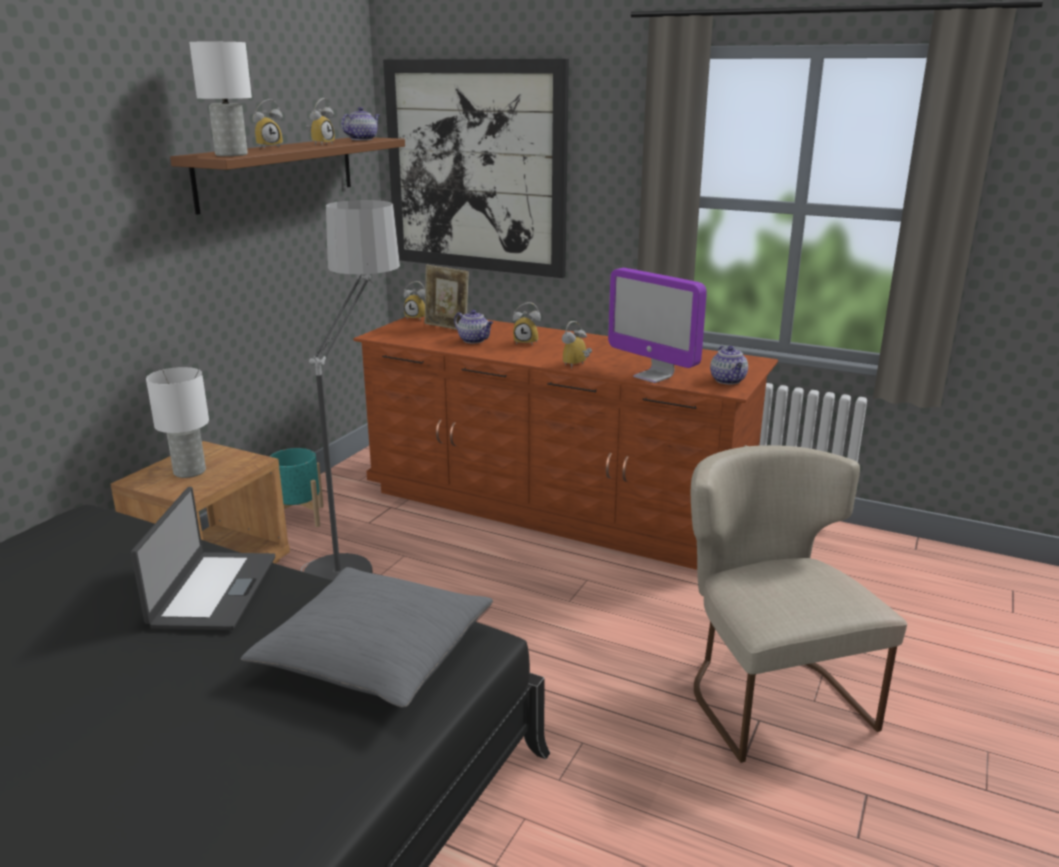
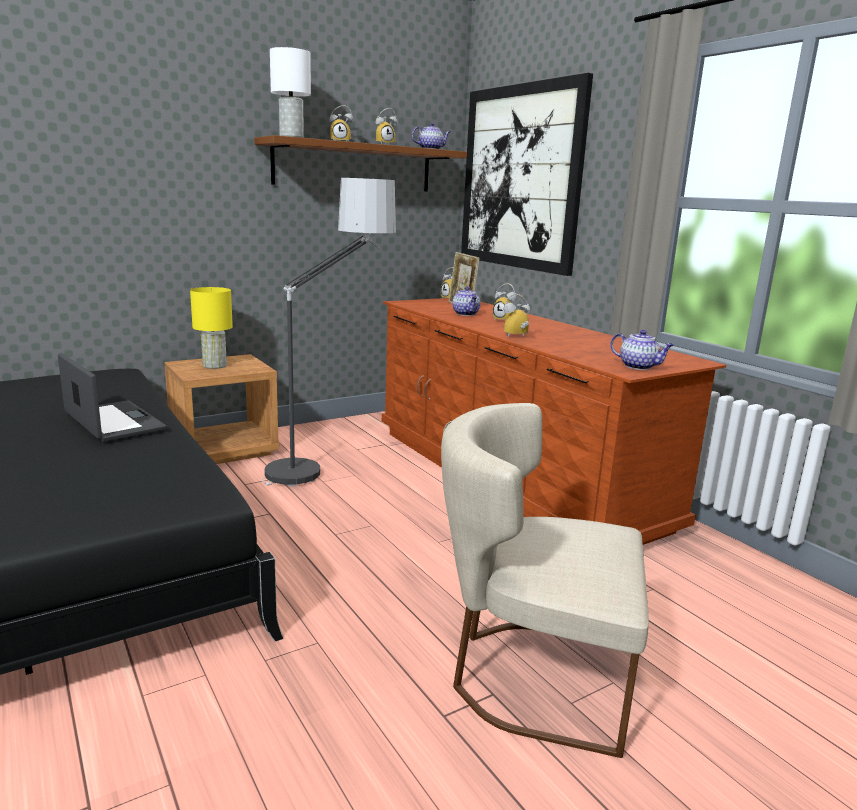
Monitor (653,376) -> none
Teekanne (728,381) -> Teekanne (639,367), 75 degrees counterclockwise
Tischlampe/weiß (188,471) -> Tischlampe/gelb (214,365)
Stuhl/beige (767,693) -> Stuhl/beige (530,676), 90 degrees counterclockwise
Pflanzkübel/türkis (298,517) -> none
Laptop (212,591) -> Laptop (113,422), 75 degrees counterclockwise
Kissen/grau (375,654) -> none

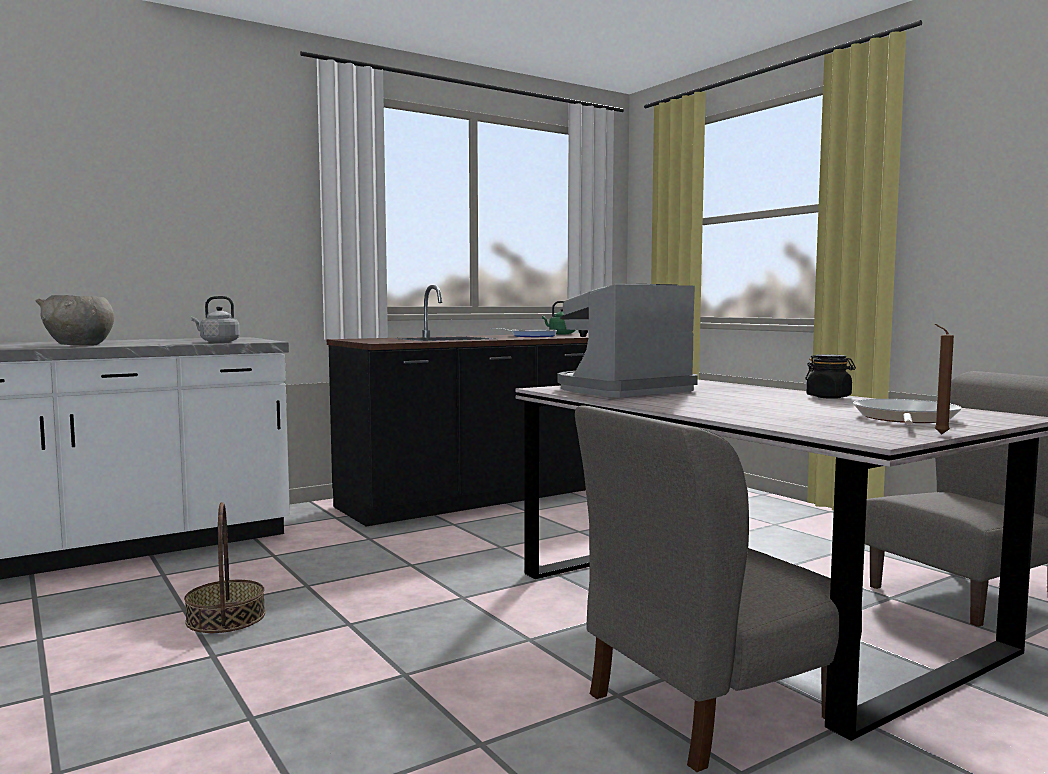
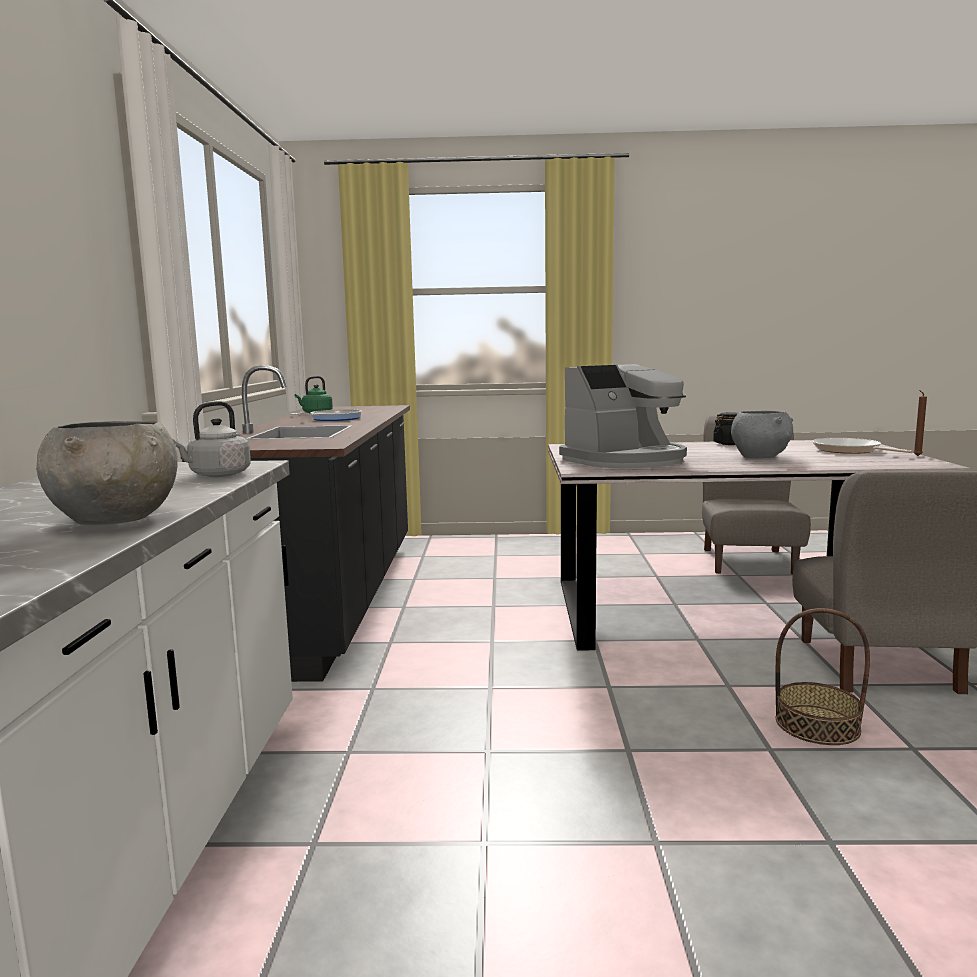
Kaffeemaschine (622,390) -> Kaffeemaschine (625,460), 120 degrees counterclockwise
Korb (225,618) -> Korb (817,725), moved
none -> Schüssel/grau (760,457)

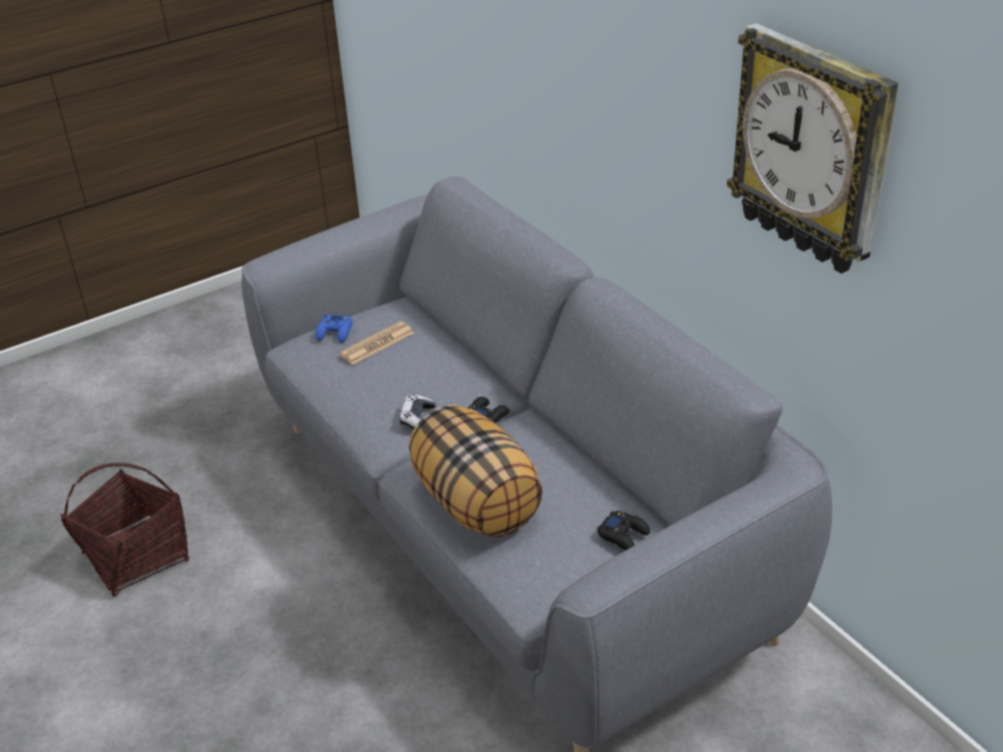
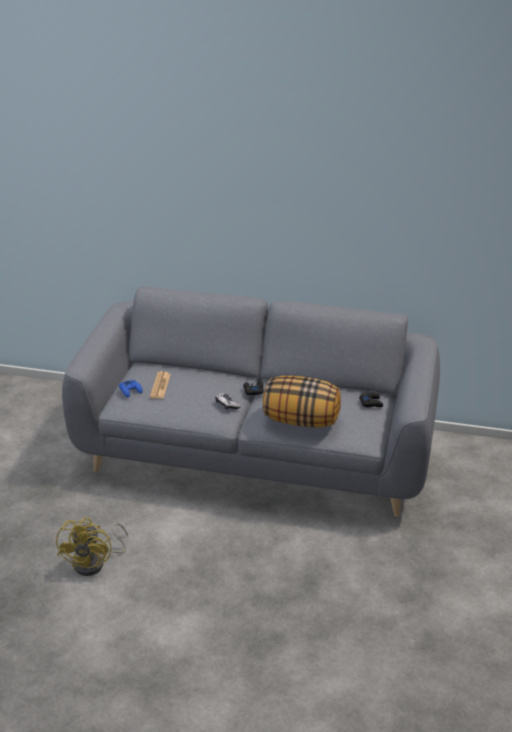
Wanduhr (812,150) -> none
Korb (136,557) -> Ventilator/gelb (95,563)

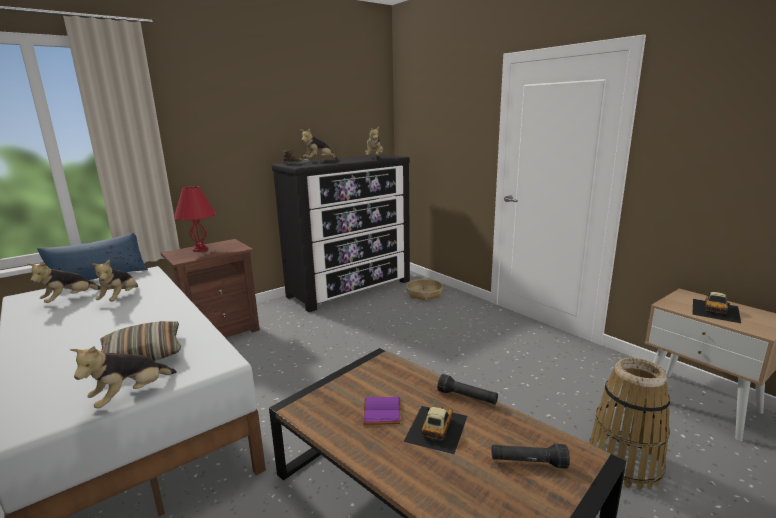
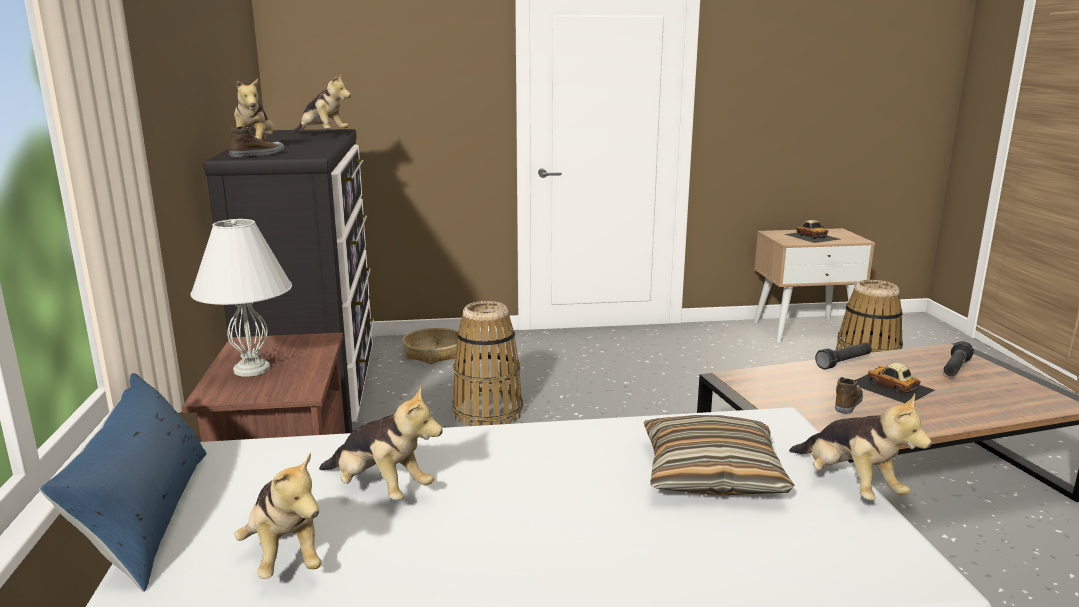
Tischlampe/rot (200,249) -> Tischlampe/weiß (251,369)
Buch/lila (380,411) -> Schuh (848,402)
none -> Korb (488,412)

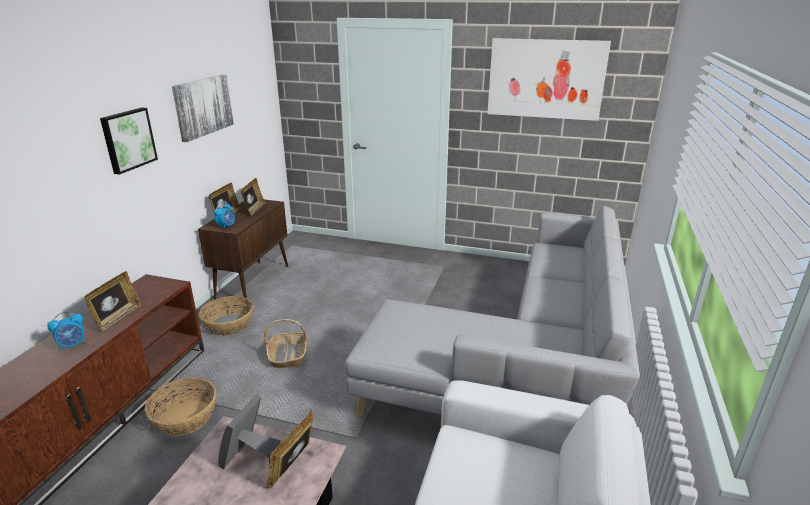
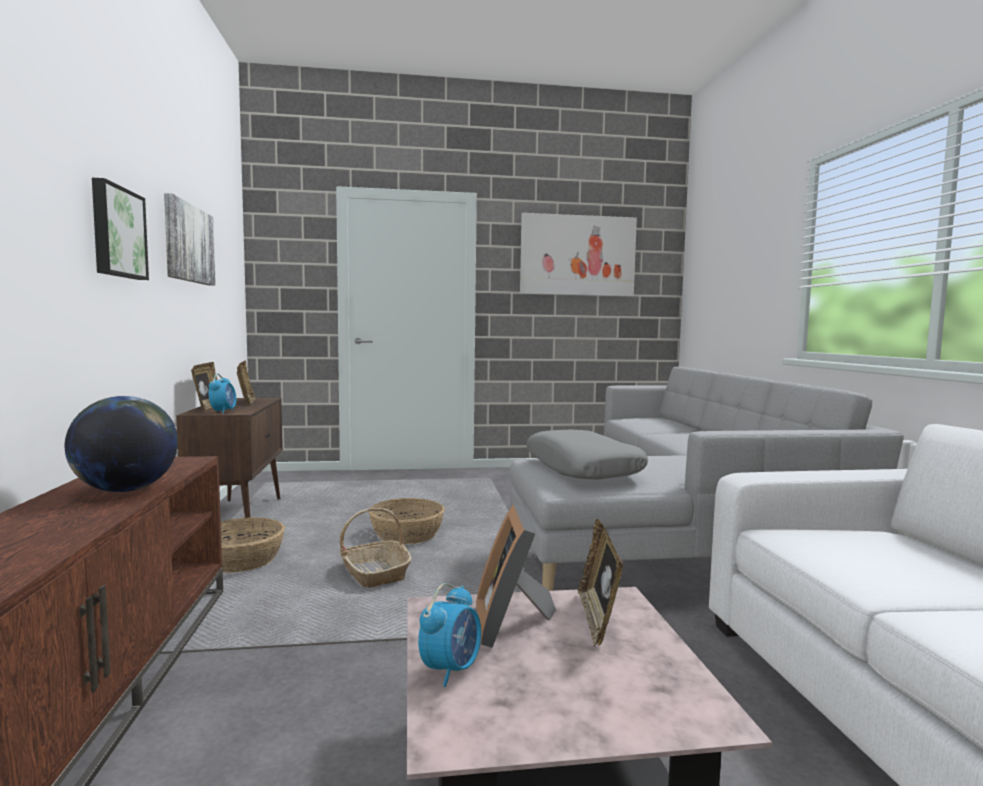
Bilderrahmen (117,318) -> Globus (125,490)
Wecker (73,345) -> Wecker (451,669), moved
Korb (186,417) -> Korb (407,535), moved
none -> Kissen/grau (583,469)

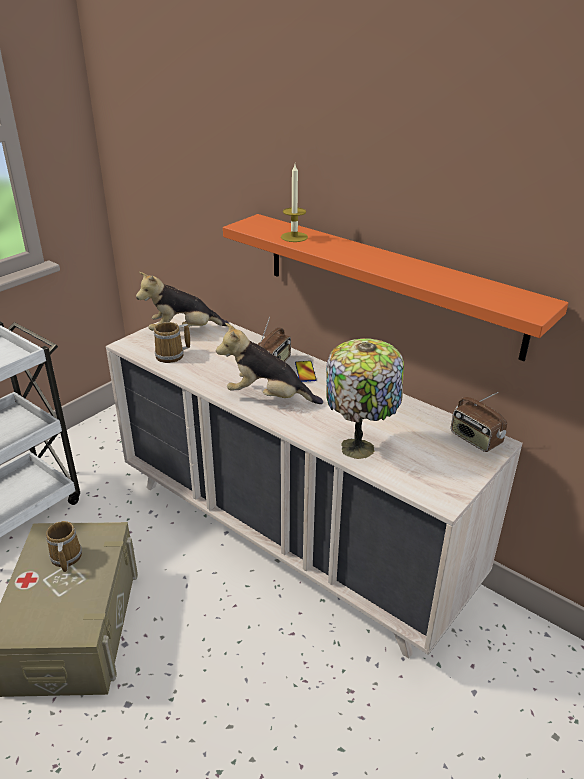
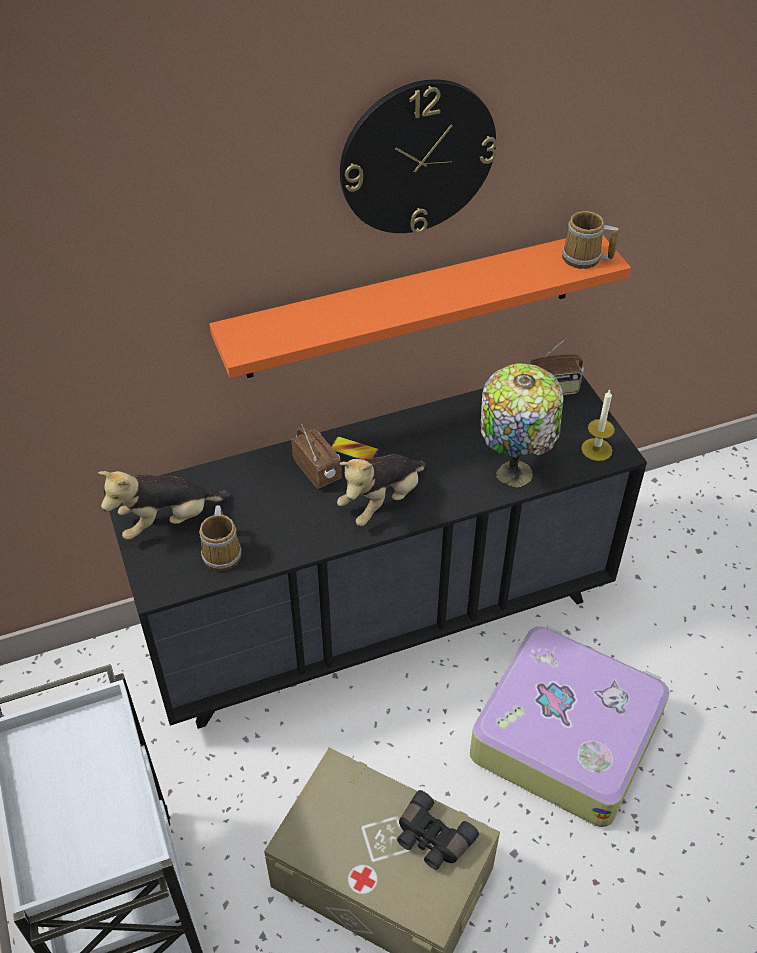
Kerze (294,237) -> Kerze (596,449), moved
Plüschtier (183,331) -> Plüschtier (168,521), 45 degrees clockwise
Kommode/beige (291,535) -> Kommode/schwarz (379,617)
Henkelbecher (65,558) -> Henkelbecher (584,258), moved
none -> Wanduhr (417,158)
none -> Koffer (565,734)
none -> Fernglas/schwarz (431,839)

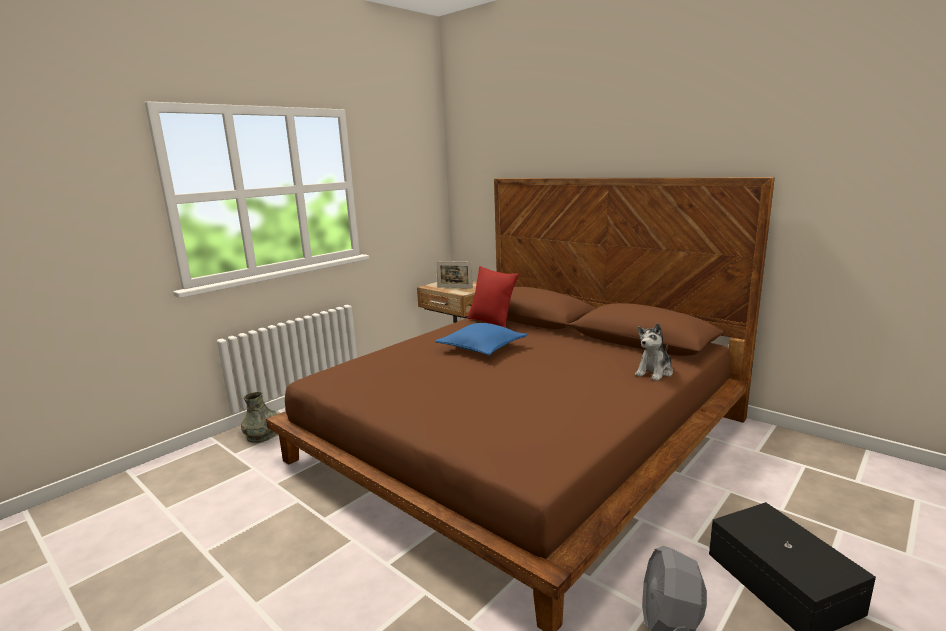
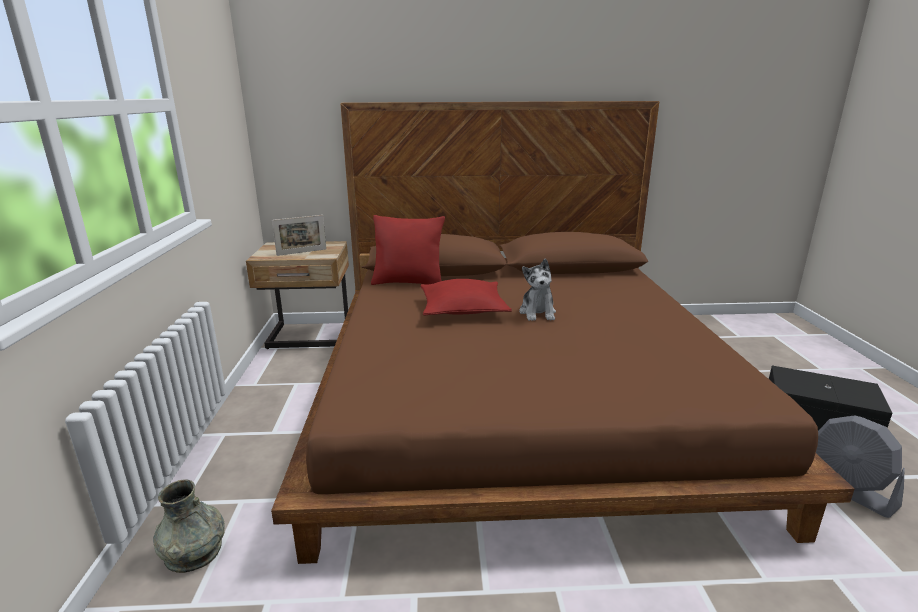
Kissen/blau (482,348) -> Kissen/rot (463,309)
Plüschtier (654,372) -> Plüschtier (538,313), moved

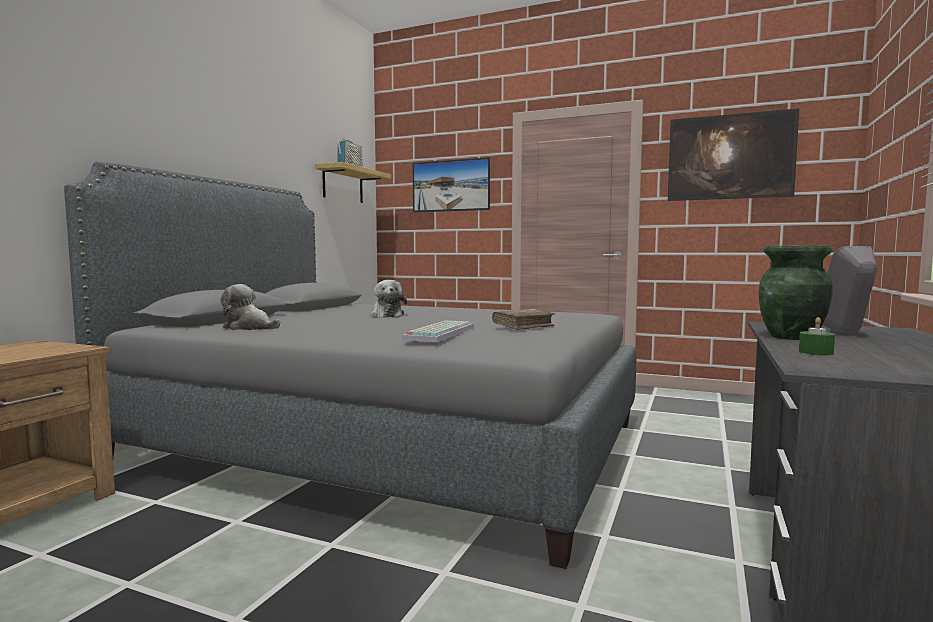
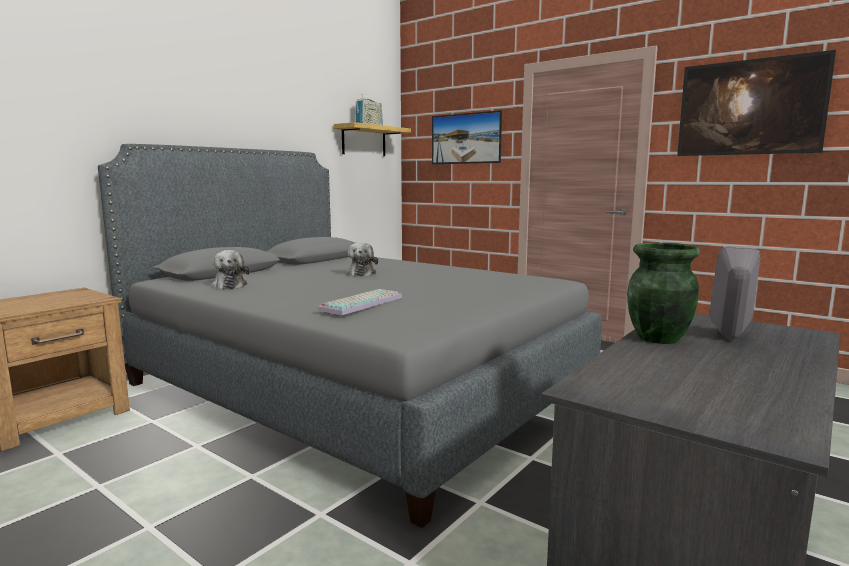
Plüschtier (250,328) -> Plüschtier (229,285), 150 degrees counterclockwise
Buch/braun (523,326) -> none
Kerze/grün (815,352) -> none

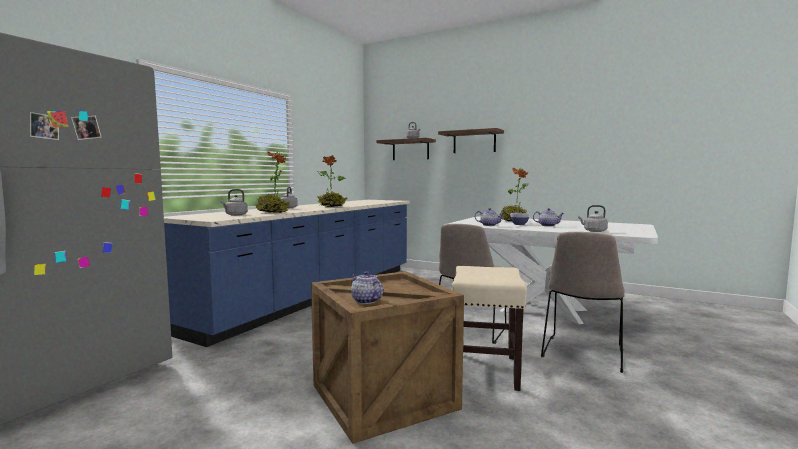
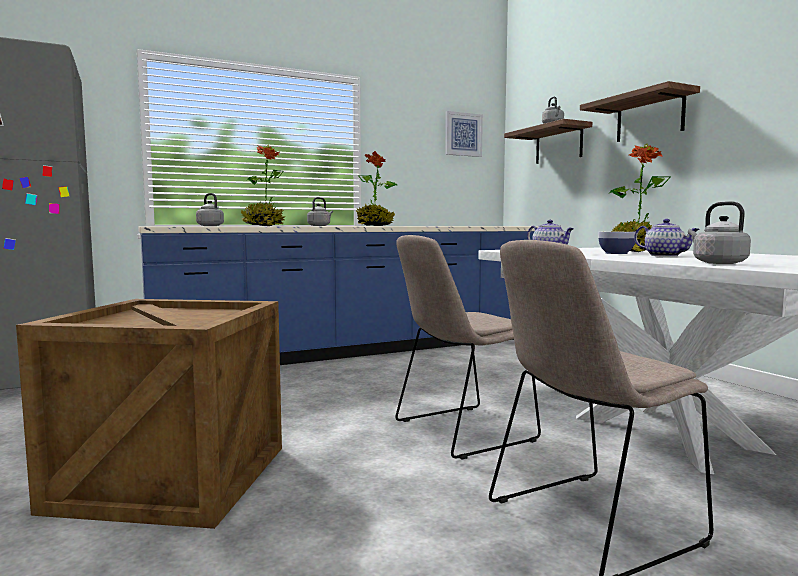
Hocker/beige (486,371) -> none
Teekanne (365,301) -> none
none -> Bild (463,134)

